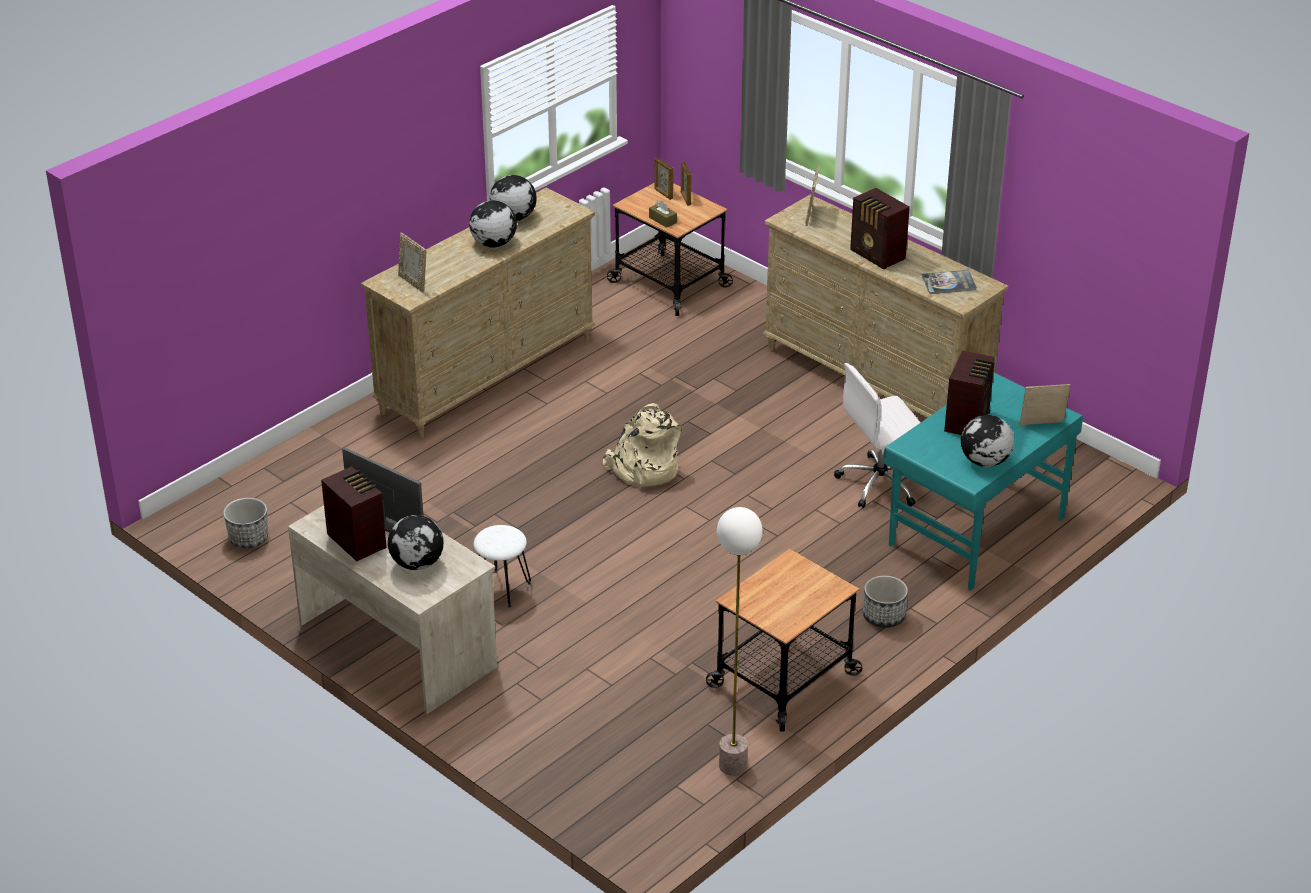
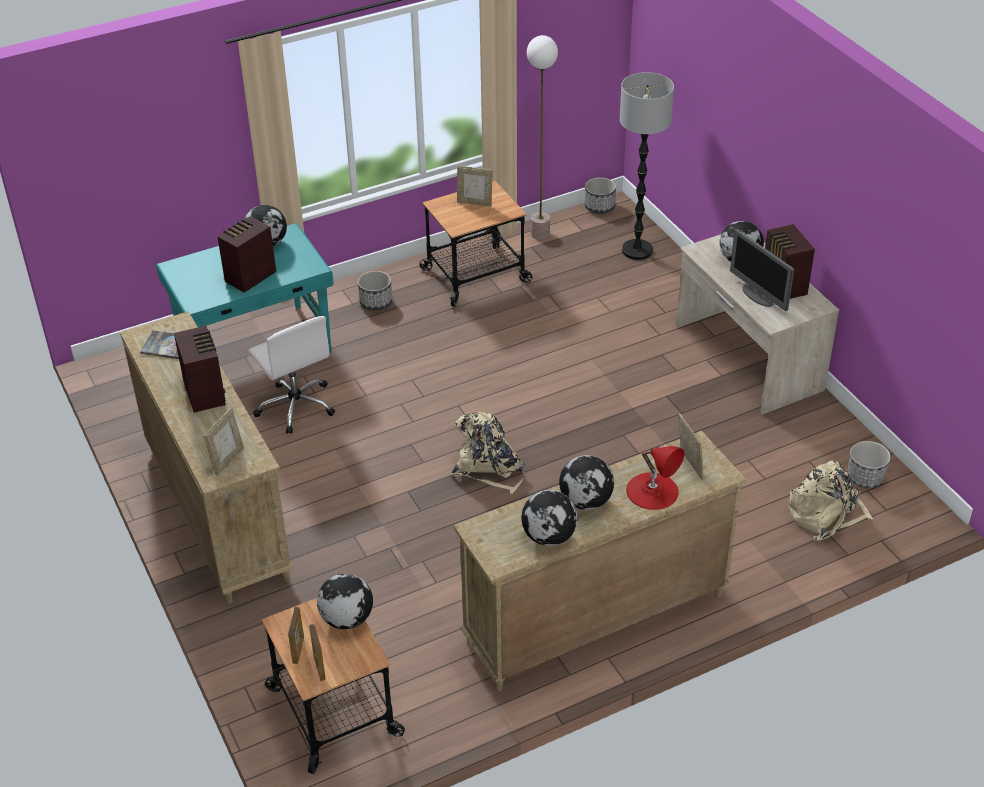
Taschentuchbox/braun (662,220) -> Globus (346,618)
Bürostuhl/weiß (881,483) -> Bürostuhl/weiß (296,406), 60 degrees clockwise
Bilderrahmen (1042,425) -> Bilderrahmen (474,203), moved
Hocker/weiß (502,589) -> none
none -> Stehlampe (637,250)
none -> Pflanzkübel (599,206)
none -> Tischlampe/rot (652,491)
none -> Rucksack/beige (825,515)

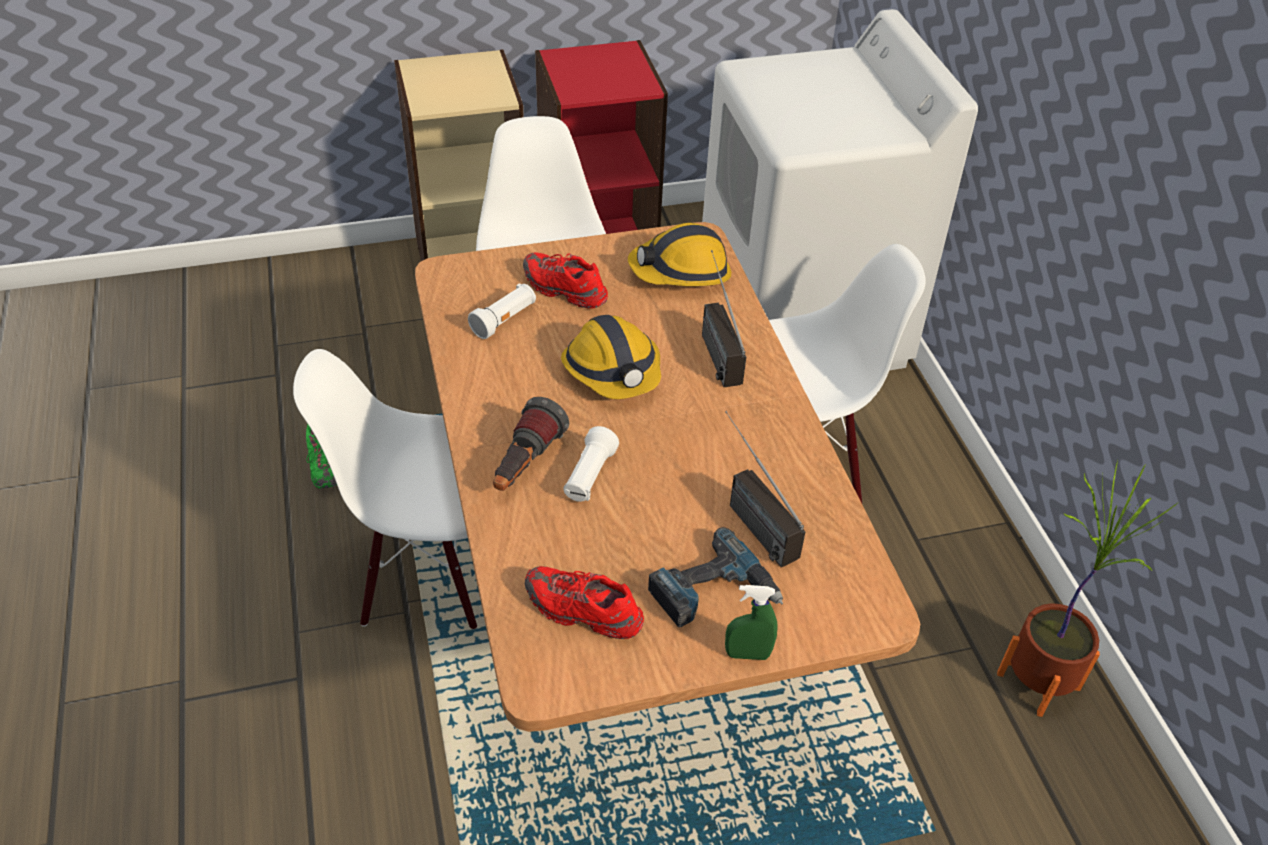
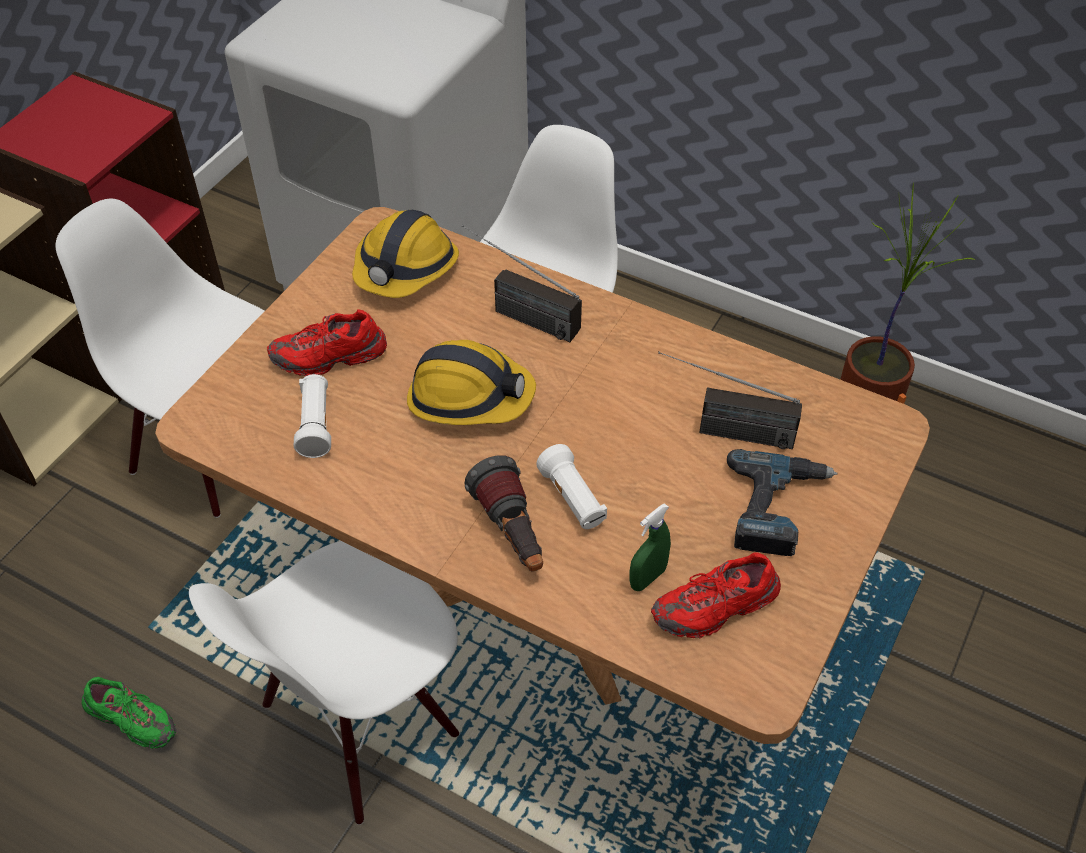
Sprühflasche/grün (747,654) -> Sprühflasche/grün (647,578), moved

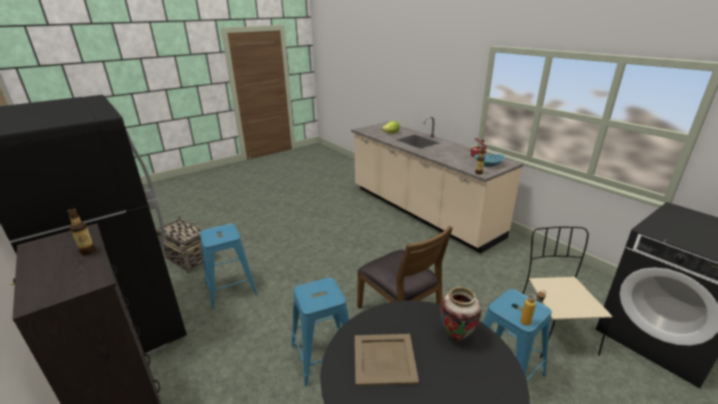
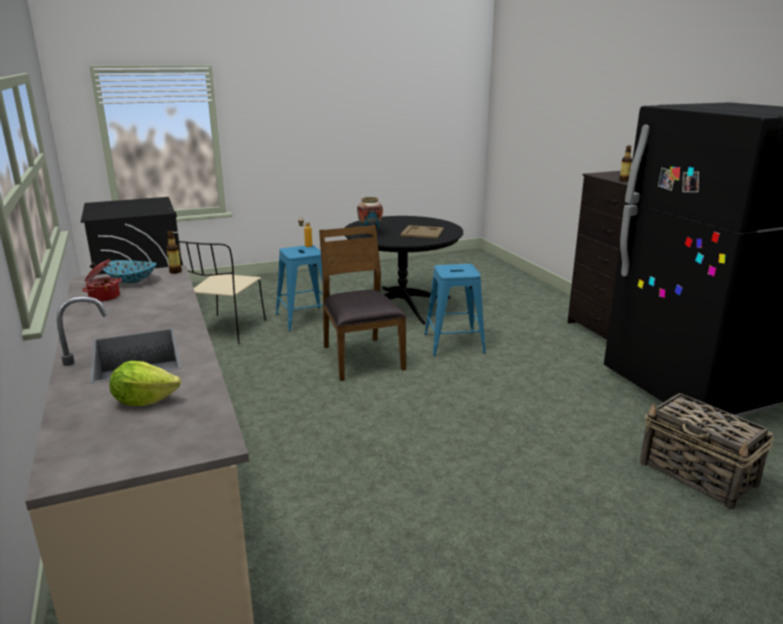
Hocker/blau (231,288) -> none

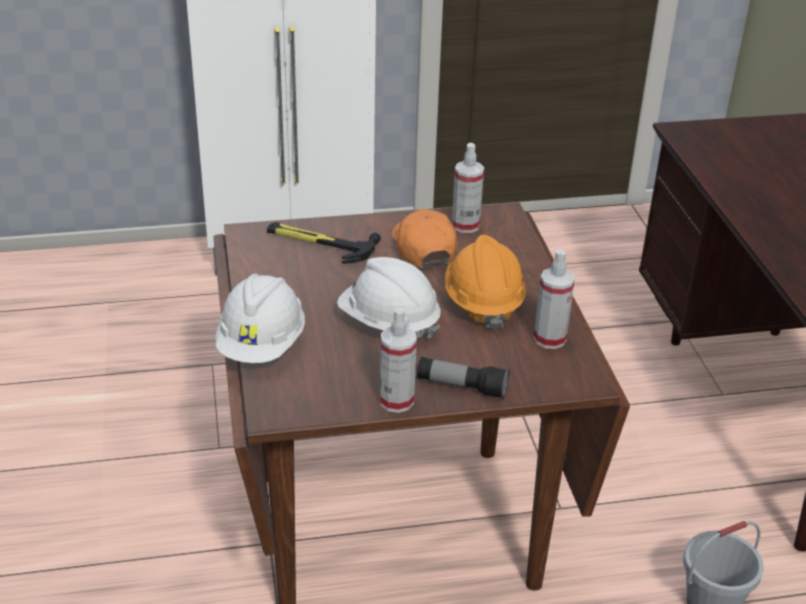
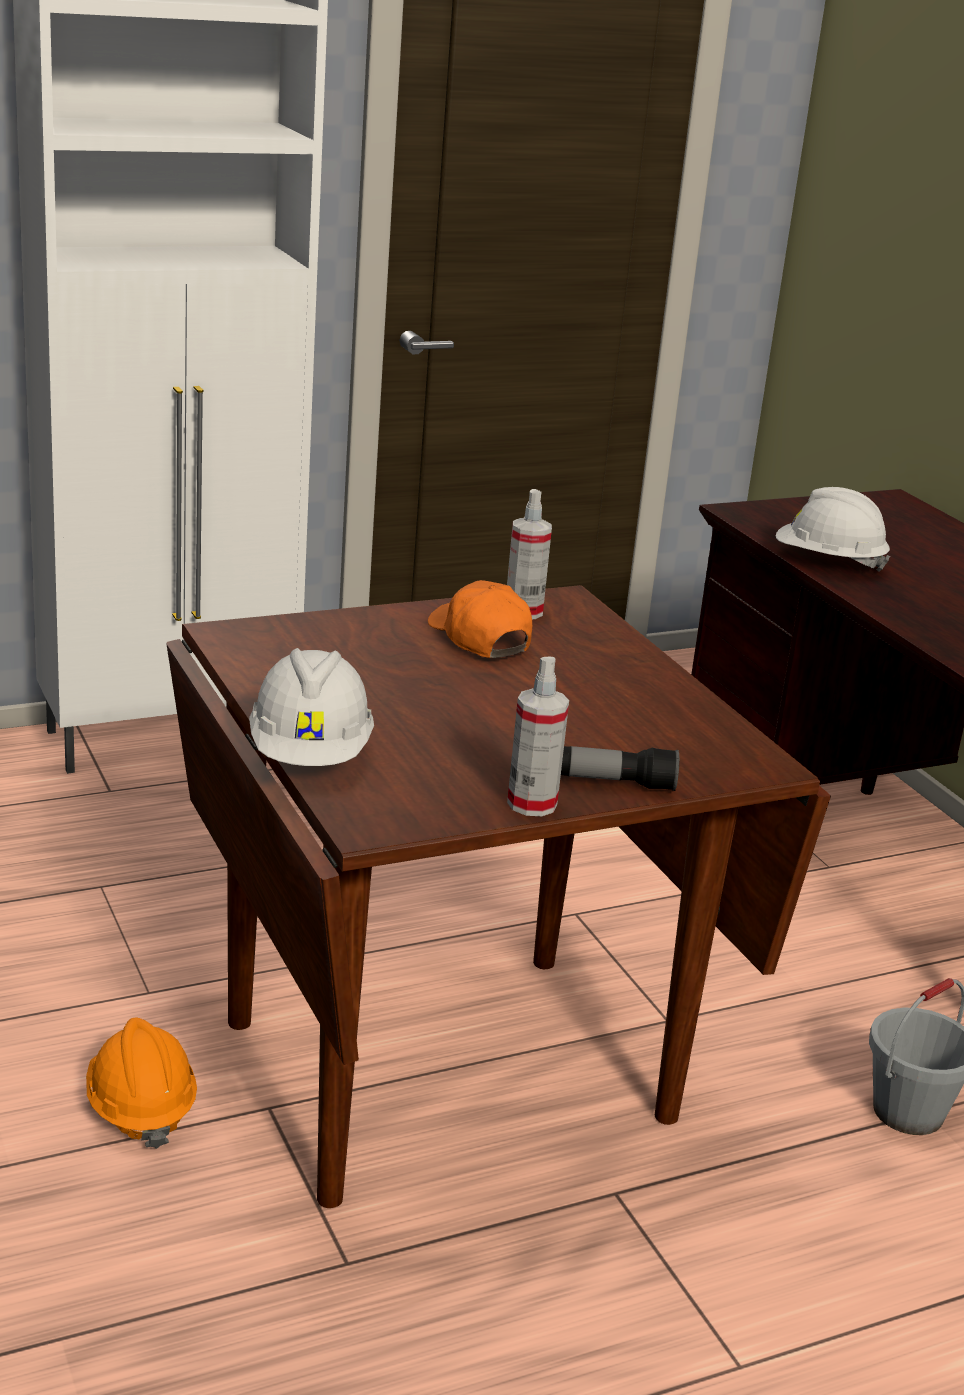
Hammer (319,243) -> none
Schutzhelm/orange (482,303) -> Schutzhelm/orange (140,1108), moved
Sprühflasche (549,339) -> none
Schutzhelm/weiß (388,323) -> Schutzhelm/weiß (828,563), moved

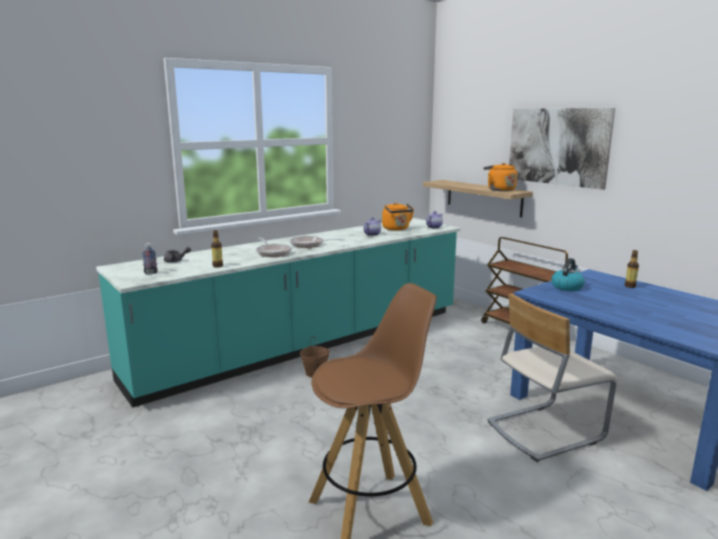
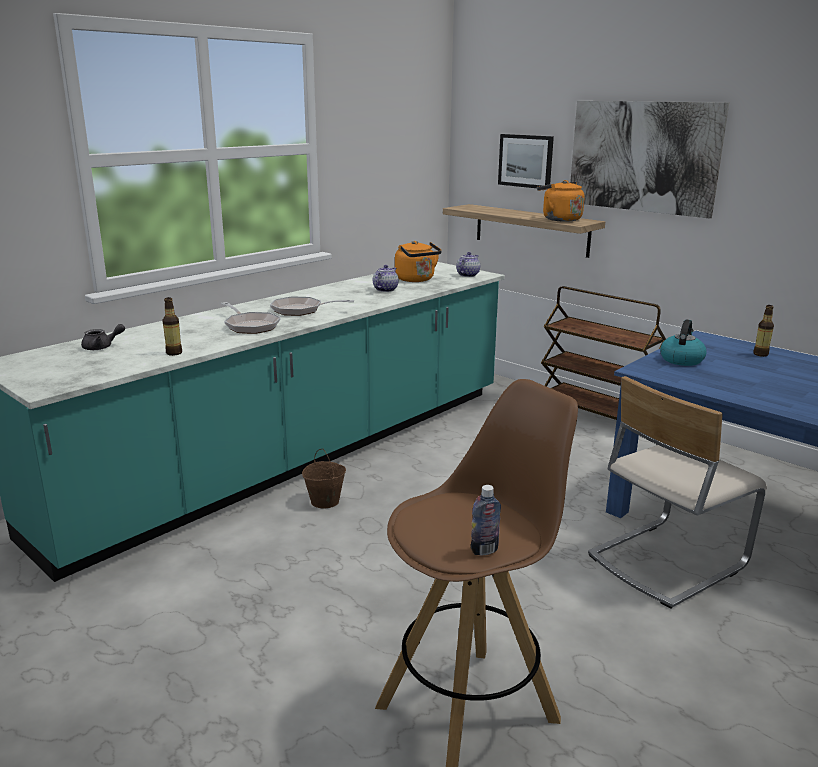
Flasche (151,273) -> Flasche (484,550), moved
none -> Bild (526,161)

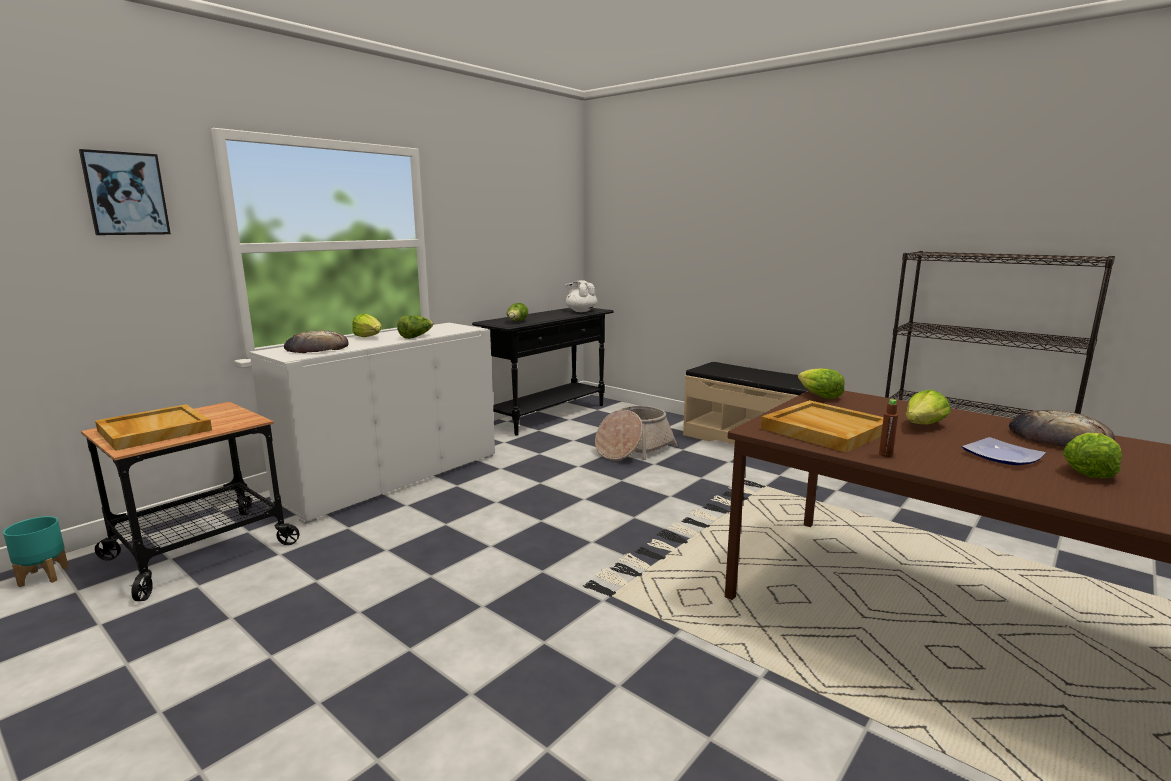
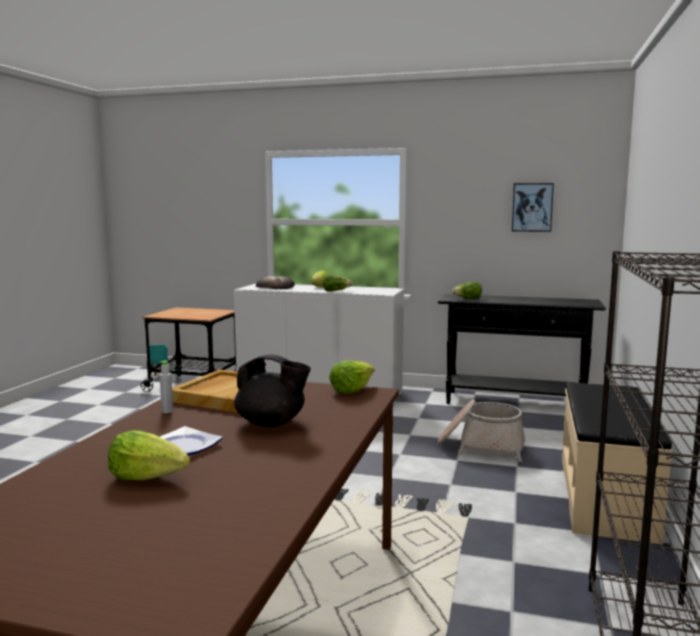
Bild (126,194) -> Bild (532,207), moved
Teekanne/weiß (580,311) -> none
Salatkopf (923,426) -> Teekanne/schwarz (271,423)
Flasche/braun (885,455) -> Flasche/grau (167,411)
Tablett/beige (153,430) -> none
Brot (1057,437) -> none

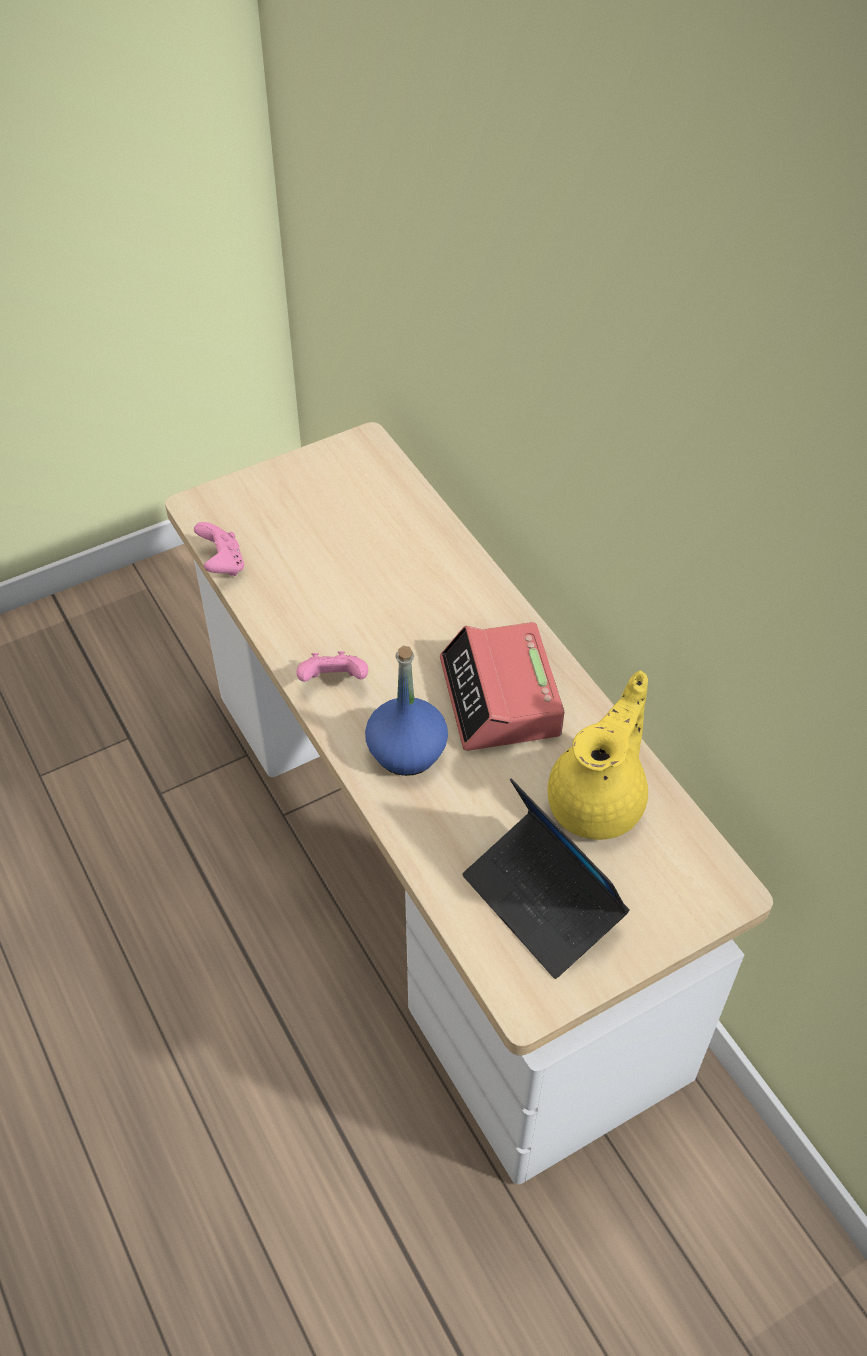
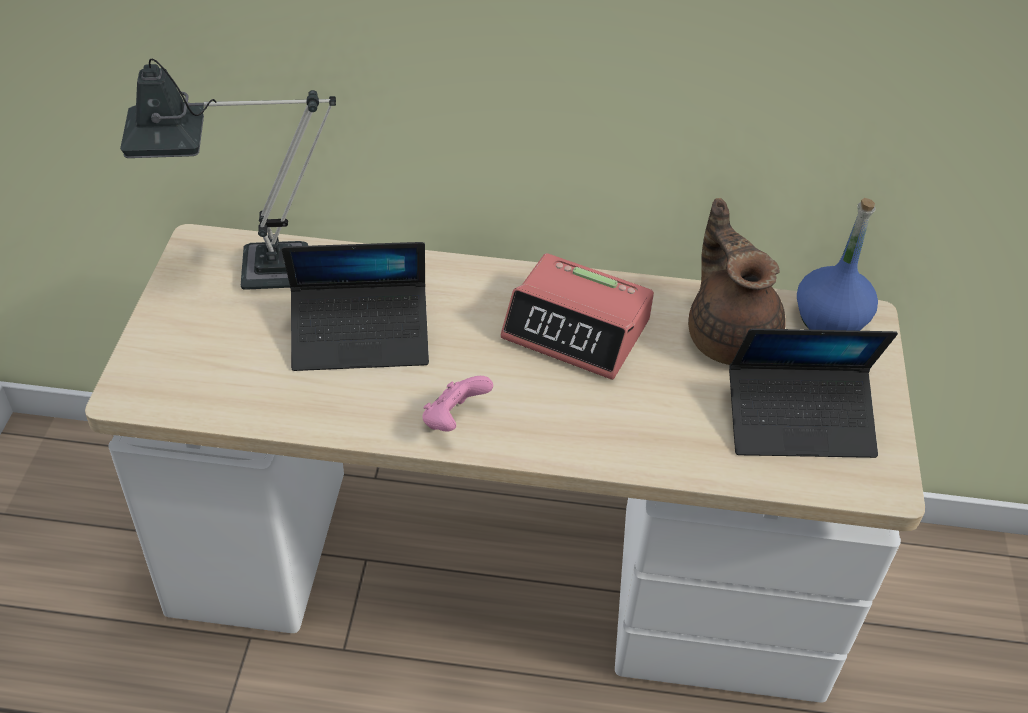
Gamepad/rosa (222,564) -> none
Flasche/blau (407,751) -> Flasche/blau (830,319), moved
Teekanne/gelb (599,801) -> Teekanne/braun (730,335)
none -> Tischlampe (255,270)
none -> Laptop (361,337)

